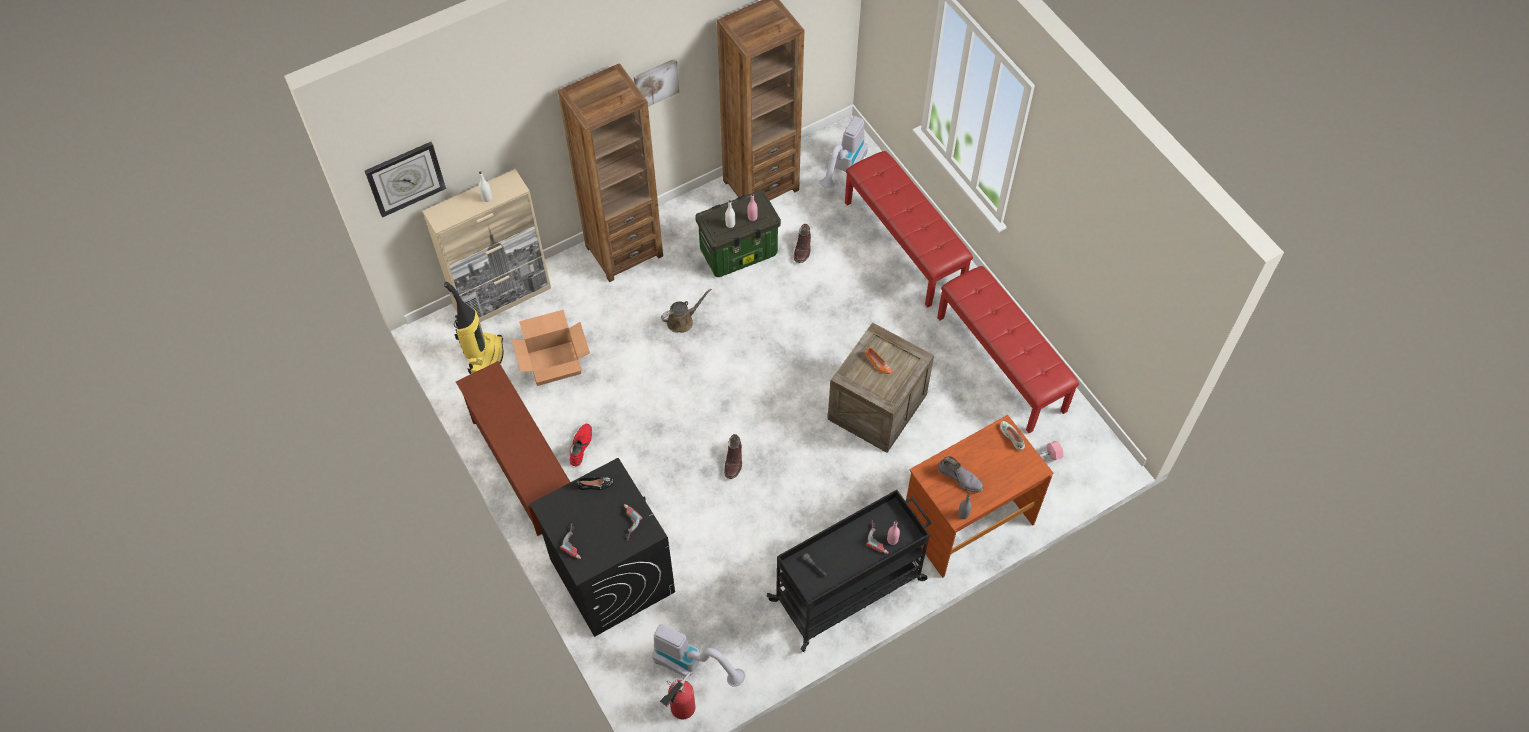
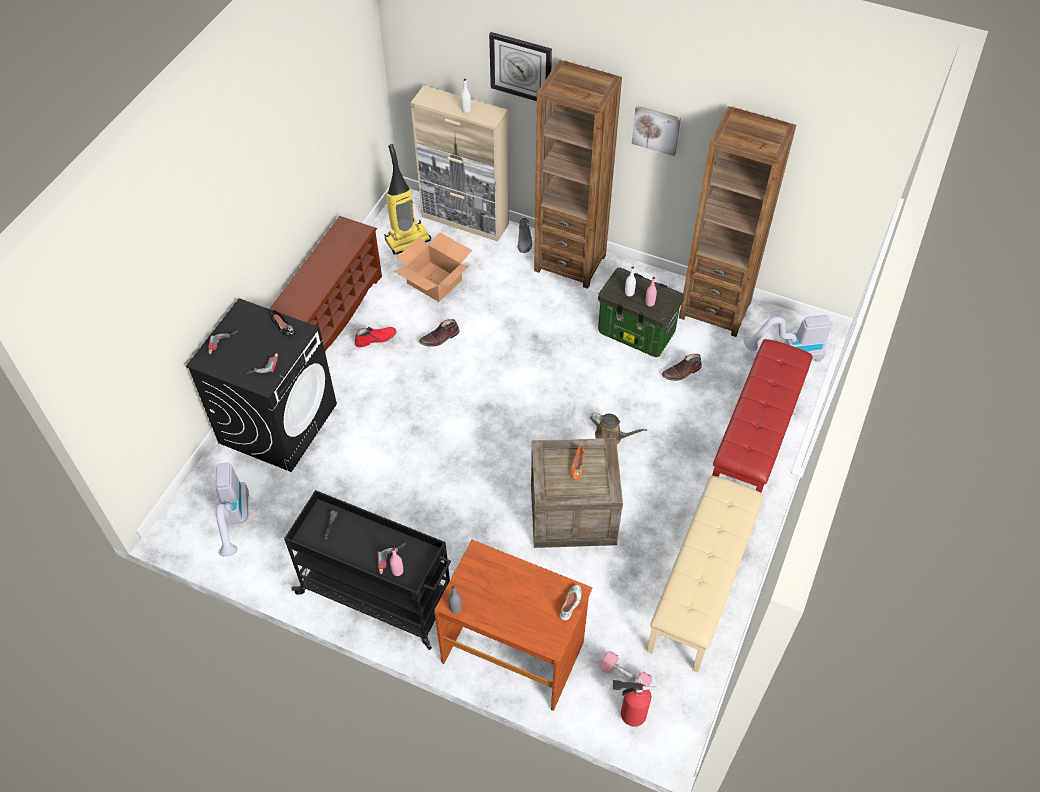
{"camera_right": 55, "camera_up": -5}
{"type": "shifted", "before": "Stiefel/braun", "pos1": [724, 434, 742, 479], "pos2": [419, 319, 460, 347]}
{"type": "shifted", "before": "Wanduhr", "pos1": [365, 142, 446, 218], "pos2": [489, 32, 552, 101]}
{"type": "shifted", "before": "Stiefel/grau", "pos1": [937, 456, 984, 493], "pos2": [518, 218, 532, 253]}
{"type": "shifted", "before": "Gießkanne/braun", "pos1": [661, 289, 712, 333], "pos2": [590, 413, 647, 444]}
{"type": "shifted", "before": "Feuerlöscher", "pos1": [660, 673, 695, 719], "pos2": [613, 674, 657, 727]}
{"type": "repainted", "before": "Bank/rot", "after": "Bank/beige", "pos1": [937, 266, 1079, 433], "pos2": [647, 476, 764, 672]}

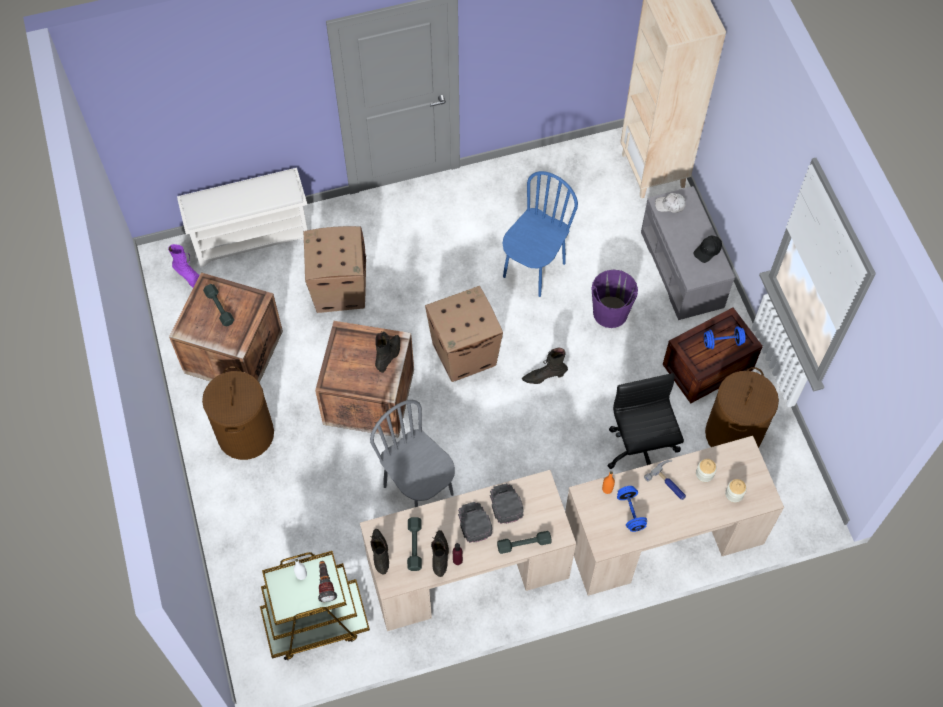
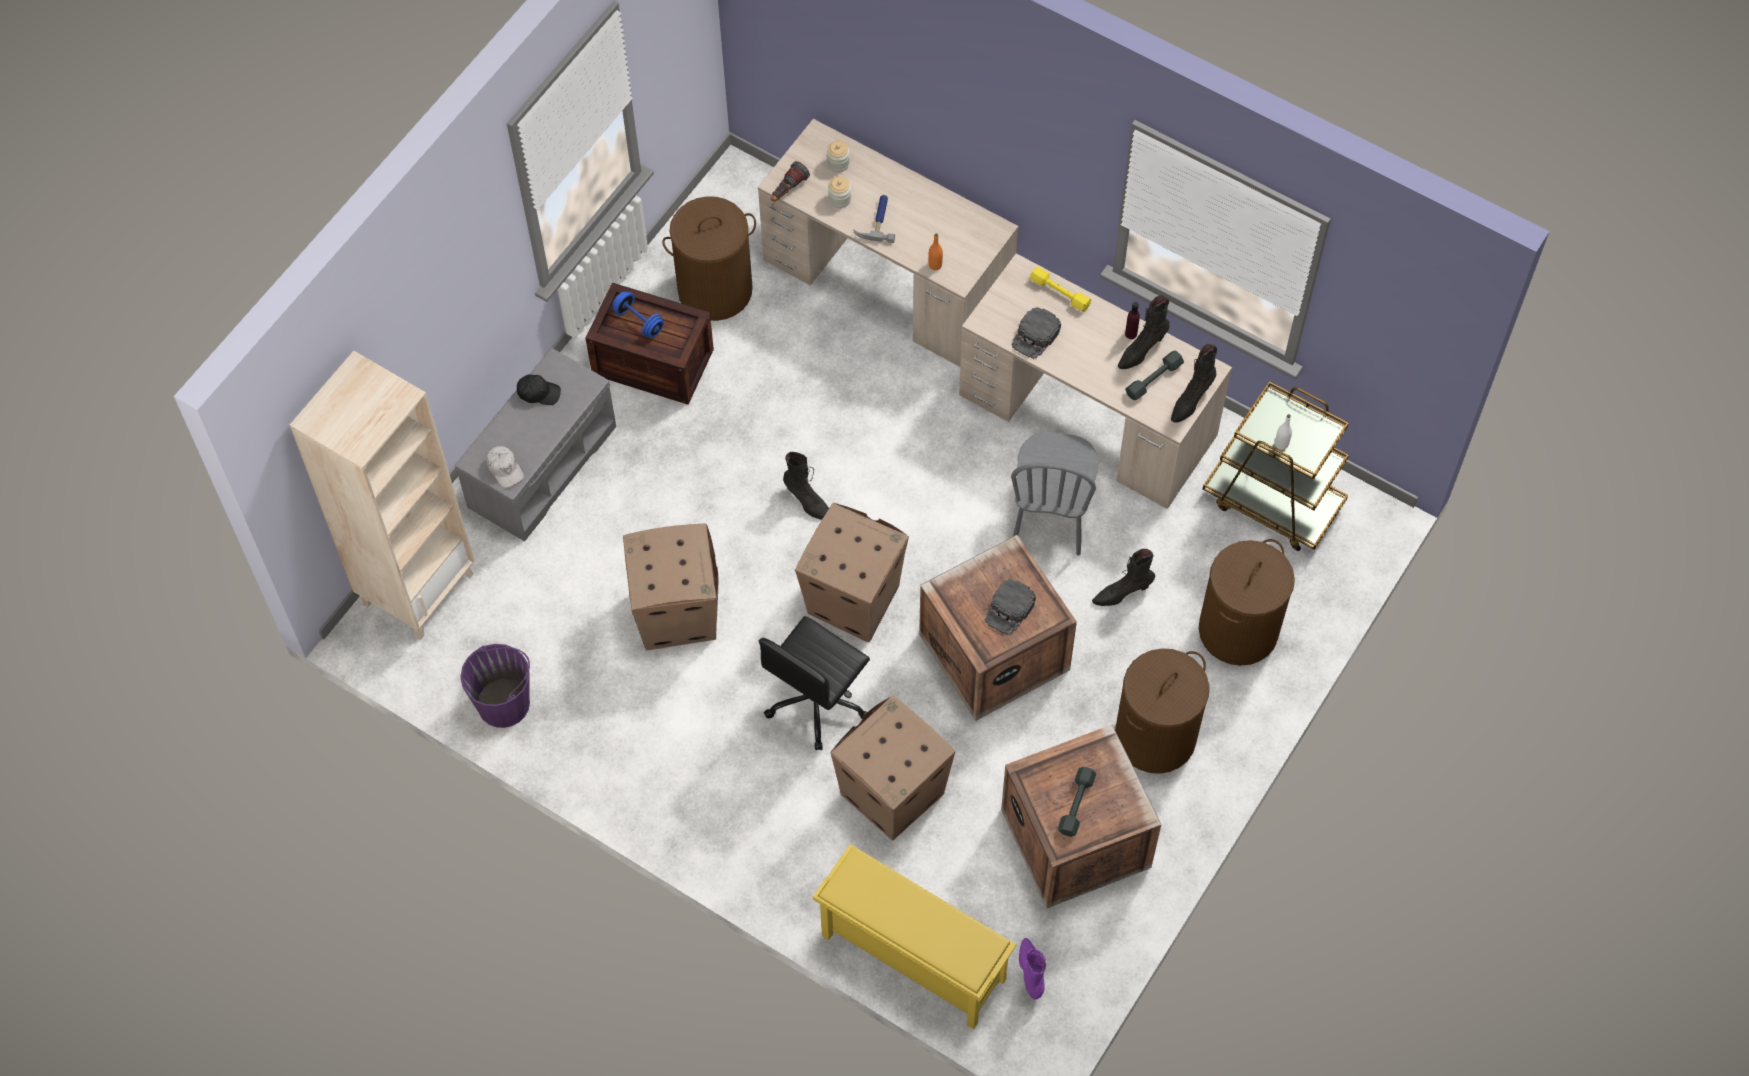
{"camera_right": -130, "camera_up": 0}
{"type": "shifted", "before": "Eimer/lila", "pos1": [591, 270, 638, 328], "pos2": [461, 644, 530, 728]}
{"type": "swapped", "before": "Stuhl/blau", "after": "Karton", "pos1": [502, 171, 578, 297], "pos2": [623, 523, 718, 650]}
{"type": "shifted", "before": "Bürostuhl/schwarz", "pos1": [607, 373, 684, 469], "pos2": [759, 616, 870, 750]}
{"type": "shifted", "before": "Taschenlampe", "pos1": [318, 561, 337, 602], "pos2": [771, 161, 810, 202]}
{"type": "repainted", "before": "Schuhregal/weiß", "after": "Schuhregal/gelb", "pos1": [177, 168, 308, 267], "pos2": [812, 844, 1016, 1029]}
{"type": "shifted", "before": "Kappe/schwarz", "pos1": [458, 502, 492, 543], "pos2": [985, 579, 1036, 635]}
{"type": "repainted", "before": "Hantel/grau", "after": "Hantel/gelb", "pos1": [497, 531, 552, 554], "pos2": [1030, 266, 1091, 312]}
{"type": "shifted", "before": "Stiefel/schwarz", "pos1": [375, 331, 400, 373], "pos2": [1092, 549, 1155, 606]}
{"type": "new", "after": "Wäschekorb/braun", "pos2": [1199, 539, 1295, 666]}
{"type": "gone", "before": "Hantel/blau", "pos1": [617, 486, 647, 532]}

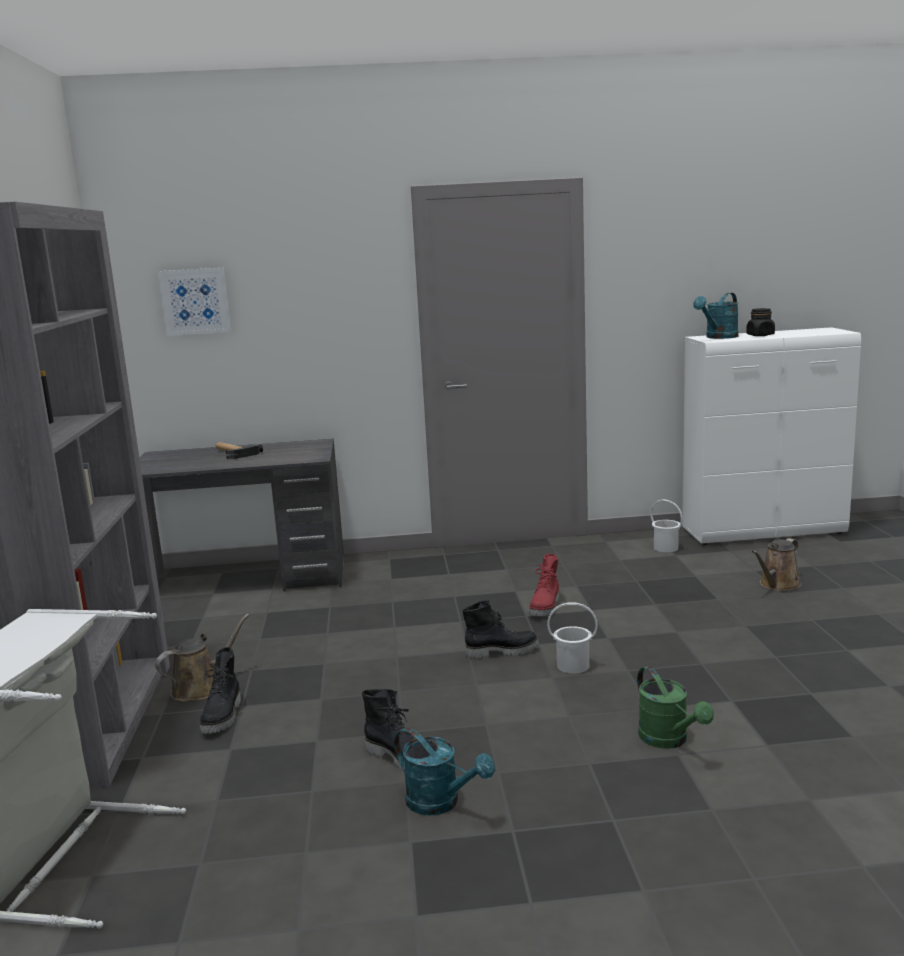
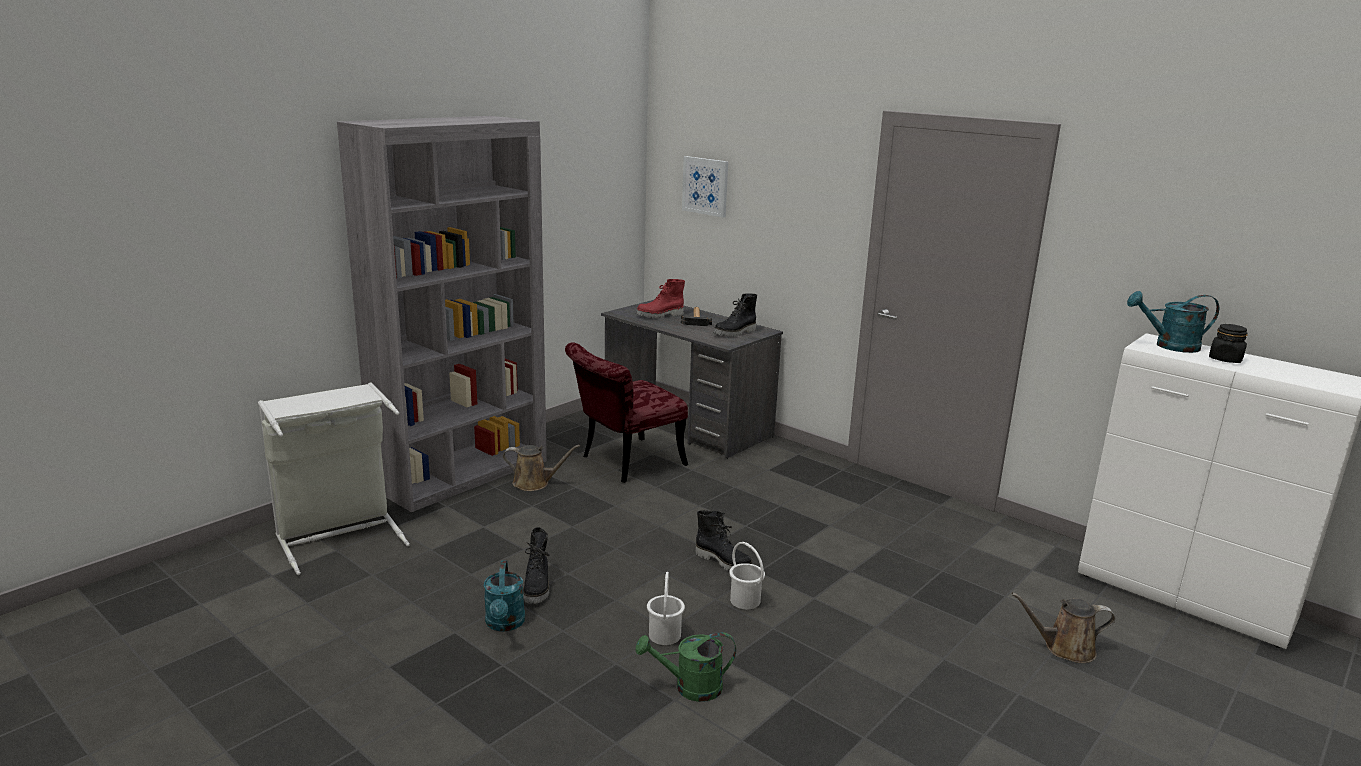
{"camera_right": 45, "camera_up": 5}
{"type": "new", "after": "Stuhl/rot", "pos2": [565, 342, 688, 483]}
{"type": "rotated", "before": "Gießkanne/grün", "pos1": [637, 666, 714, 749], "pos2": [635, 632, 736, 702], "turn": 60}
{"type": "shifted", "before": "Stiefel/rot", "pos1": [529, 554, 559, 616], "pos2": [636, 279, 685, 318]}
{"type": "shifted", "before": "Eimer/weiß", "pos1": [650, 499, 683, 552], "pos2": [647, 572, 685, 645]}
{"type": "shifted", "before": "Stiefel/schwarz", "pos1": [200, 647, 241, 733], "pos2": [713, 293, 757, 337]}

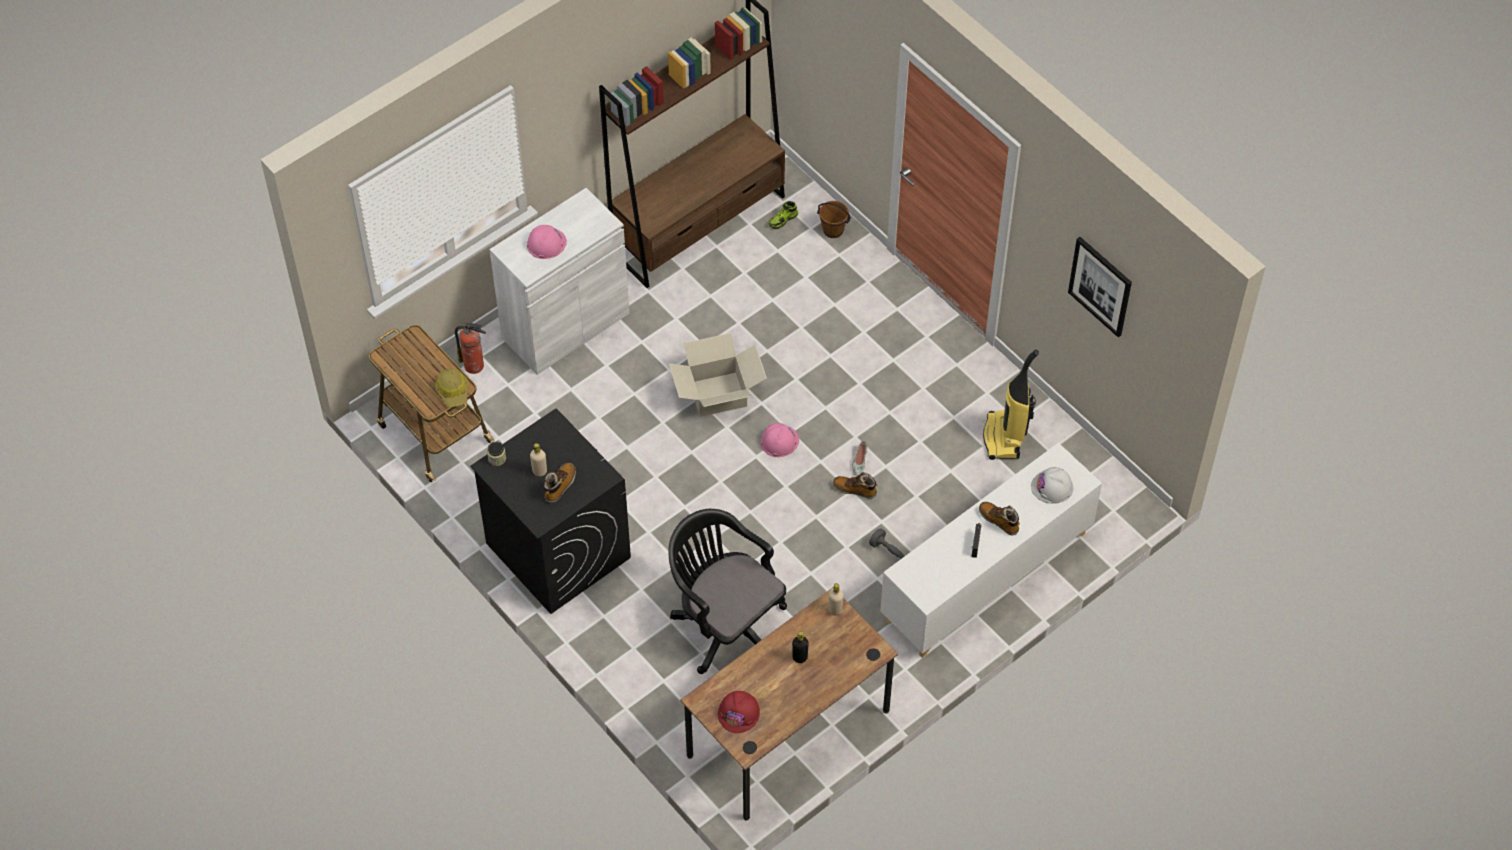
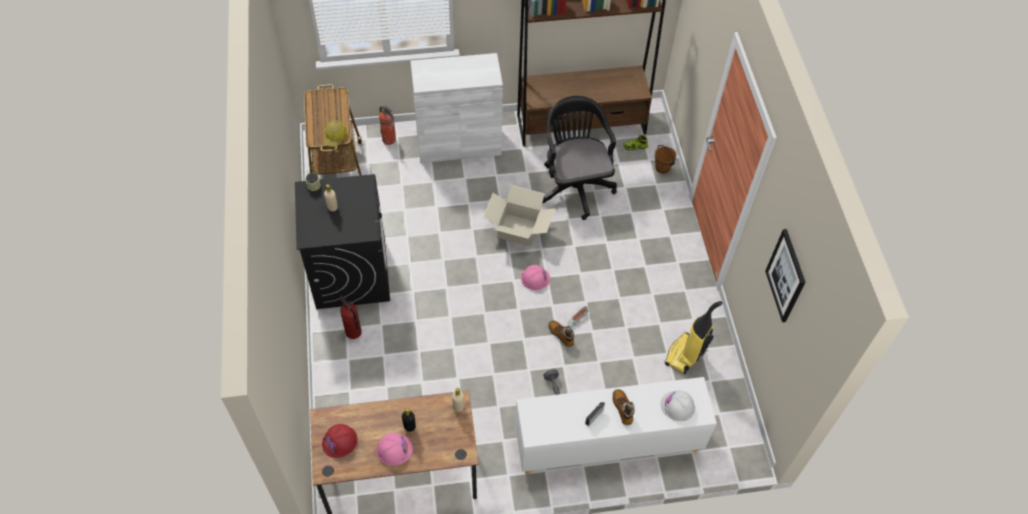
{"camera_right": 30, "camera_up": 0}
{"type": "new", "after": "Feuerlöscher", "pos2": [340, 296, 362, 339]}
{"type": "shifted", "before": "Schutzhelm/rosa", "pos1": [527, 225, 567, 259], "pos2": [376, 433, 413, 466]}
{"type": "shifted", "before": "Bürostuhl/schwarz", "pos1": [668, 509, 787, 674], "pos2": [542, 96, 617, 220]}
{"type": "gone", "before": "Stiefel", "pos1": [544, 463, 576, 503]}

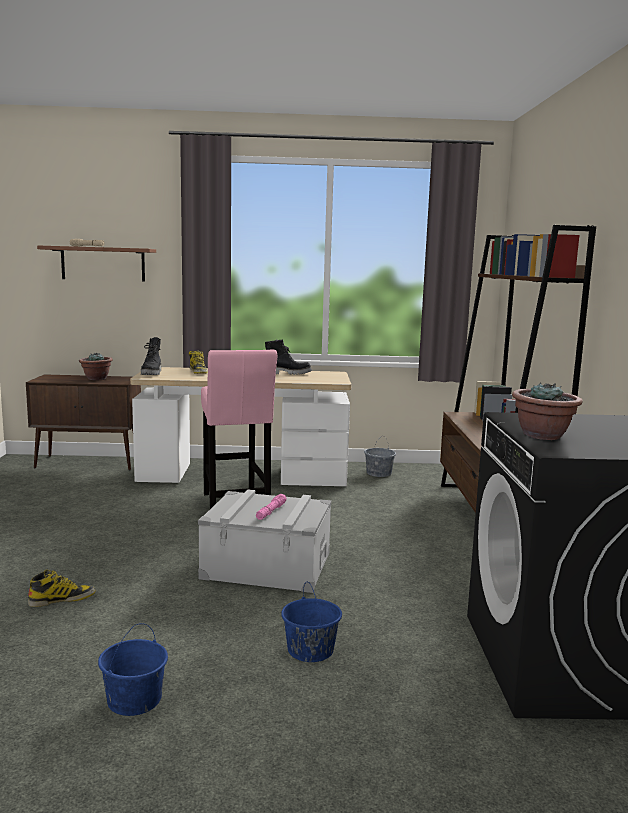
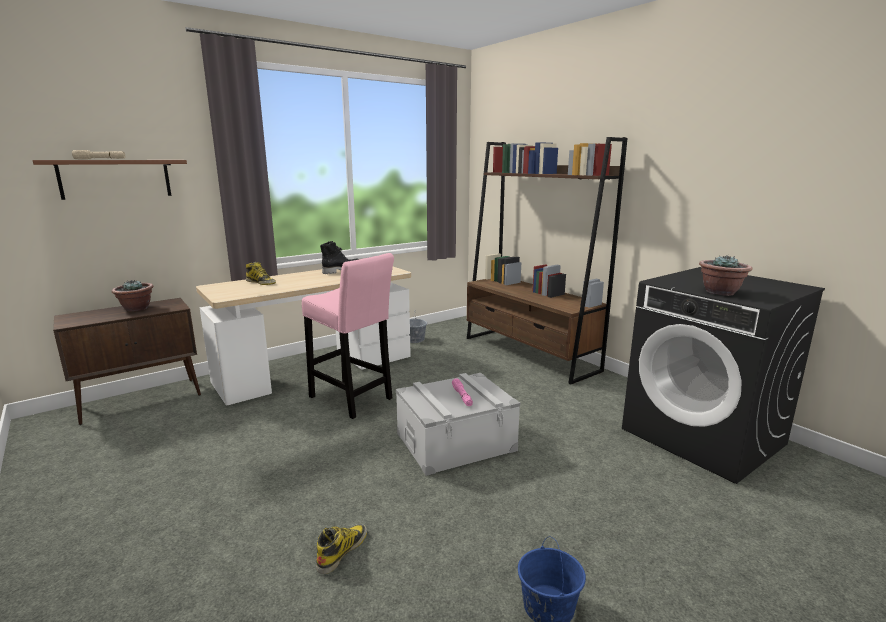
{"camera_right": -35, "camera_up": 5}
{"type": "gone", "before": "Stiefel/schwarz", "pos1": [141, 337, 161, 375]}
{"type": "gone", "before": "Eimer/blau", "pos1": [281, 582, 342, 662]}

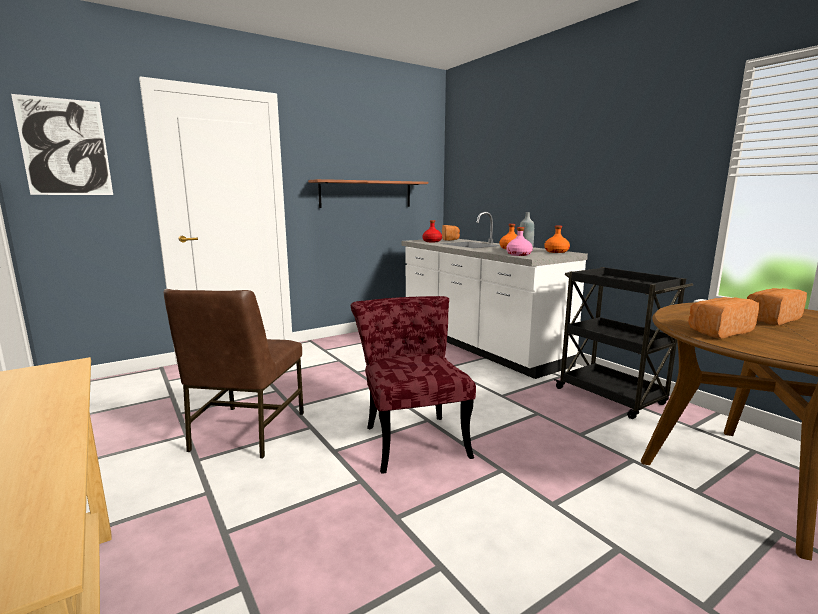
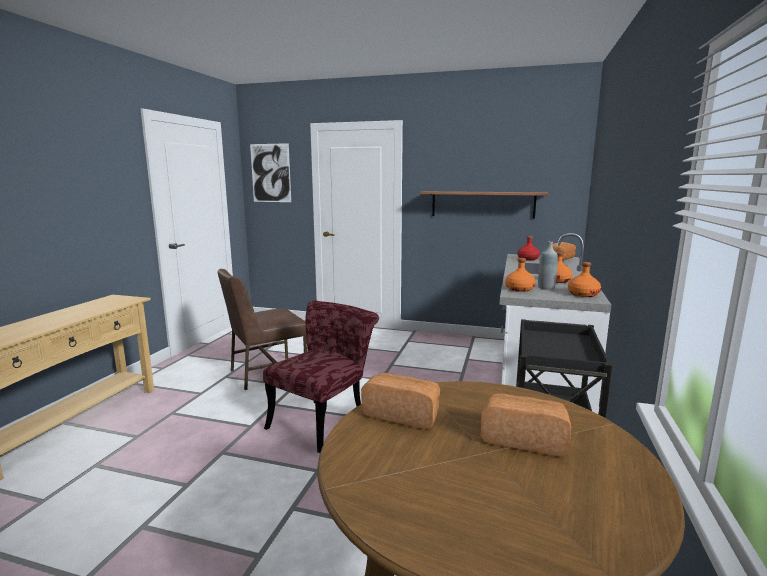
{"camera_right": 50, "camera_up": 0}
{"type": "repainted", "before": "Flasche/rosa", "after": "Flasche/orange", "pos1": [506, 227, 533, 256], "pos2": [505, 258, 536, 292]}

